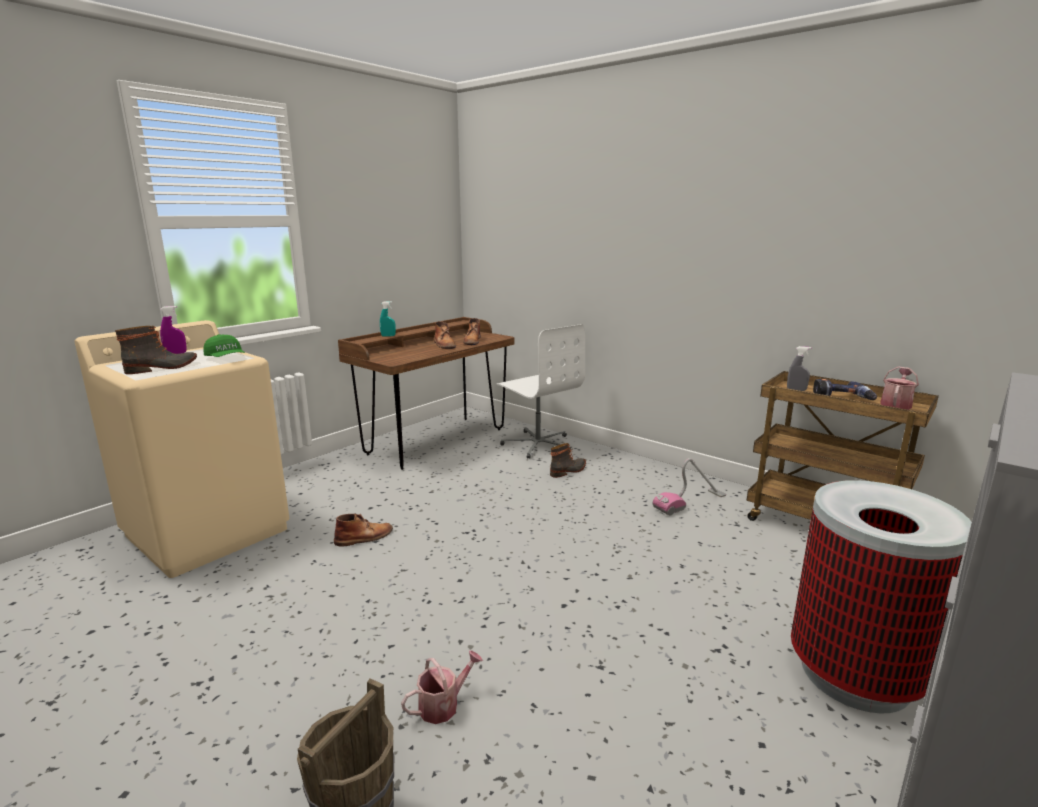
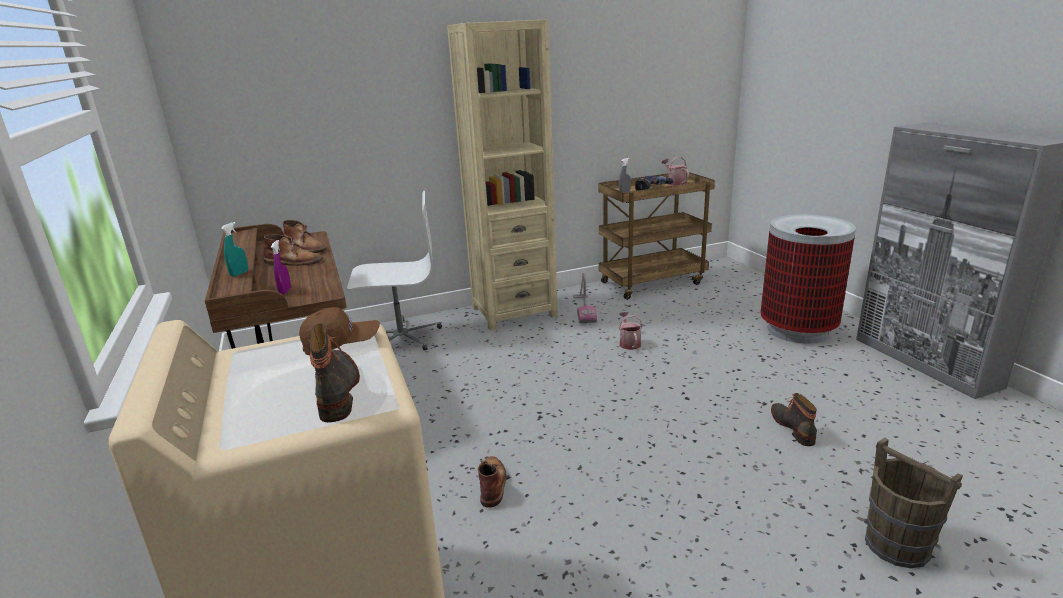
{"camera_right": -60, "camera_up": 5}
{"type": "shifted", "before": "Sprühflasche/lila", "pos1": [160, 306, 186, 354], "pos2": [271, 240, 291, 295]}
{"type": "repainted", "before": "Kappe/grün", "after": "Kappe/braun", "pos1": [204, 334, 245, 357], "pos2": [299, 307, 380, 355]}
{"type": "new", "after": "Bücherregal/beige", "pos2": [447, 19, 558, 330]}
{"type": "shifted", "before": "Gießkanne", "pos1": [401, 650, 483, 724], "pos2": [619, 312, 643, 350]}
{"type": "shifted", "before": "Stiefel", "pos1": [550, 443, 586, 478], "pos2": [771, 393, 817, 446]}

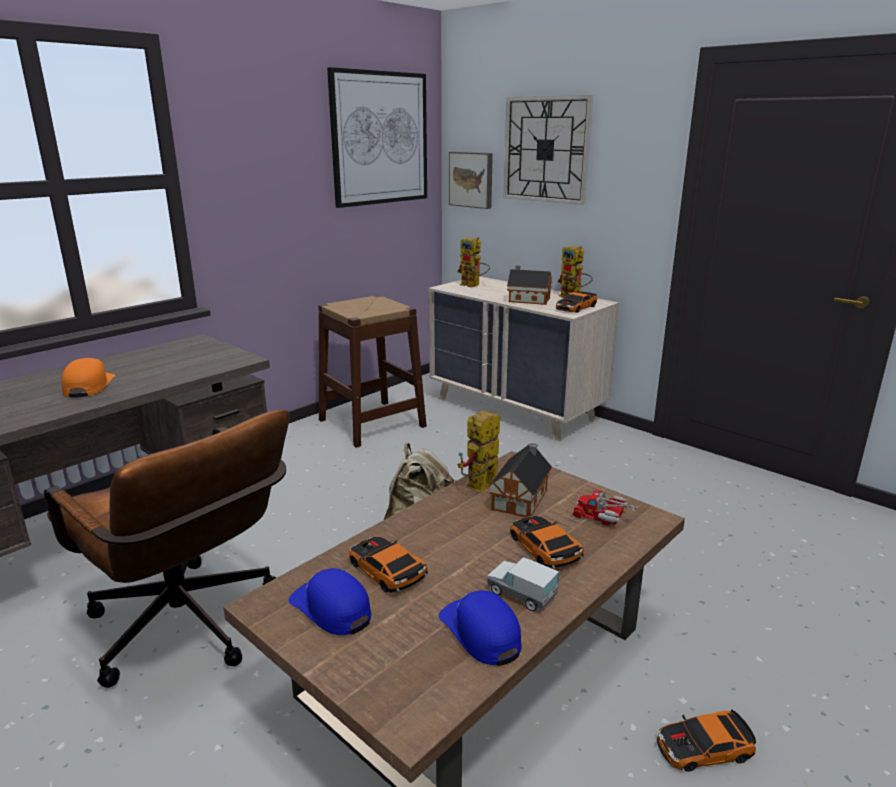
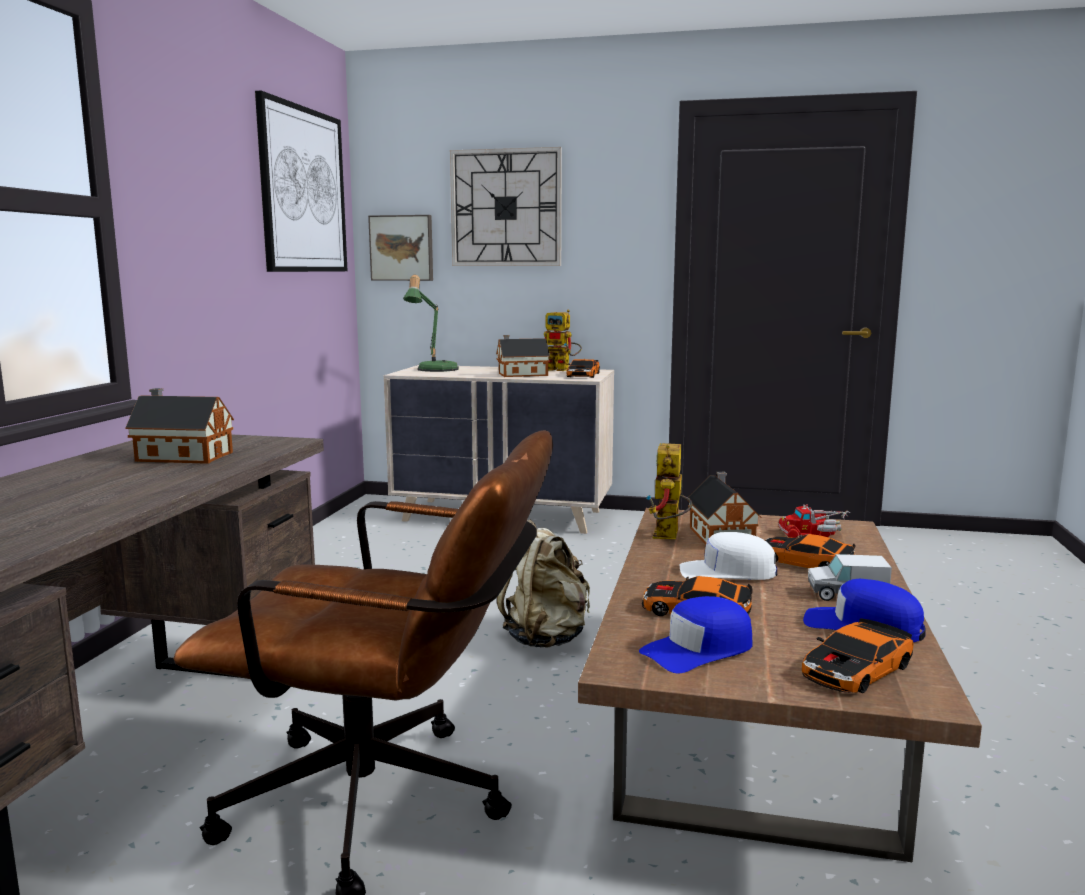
{"camera_right": -30, "camera_up": -10}
{"type": "new", "after": "Spielzeughaus", "pos2": [125, 388, 234, 464]}
{"type": "swapped", "before": "Spielzeugroboter", "after": "Tischlampe", "pos1": [457, 237, 490, 287], "pos2": [403, 275, 459, 372]}
{"type": "rotated", "before": "Kappe/blau", "pos1": [288, 568, 371, 635], "pos2": [639, 596, 752, 673], "turn": -45}
{"type": "new", "after": "Kappe/weiß", "pos2": [680, 532, 777, 580]}
{"type": "shifted", "before": "Spielzeugauto", "pos1": [657, 710, 756, 772], "pos2": [802, 618, 914, 693]}
{"type": "gone", "before": "Kappe/orange", "pos1": [61, 358, 116, 397]}
{"type": "gone", "before": "Hocker/braun", "pos1": [318, 295, 427, 448]}

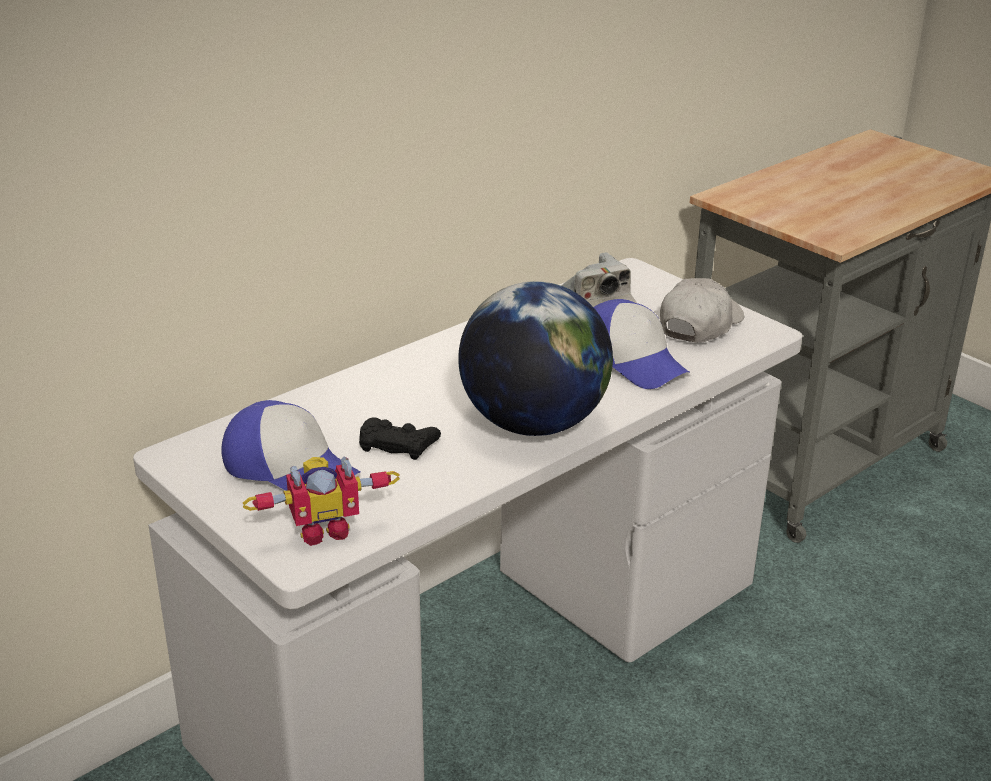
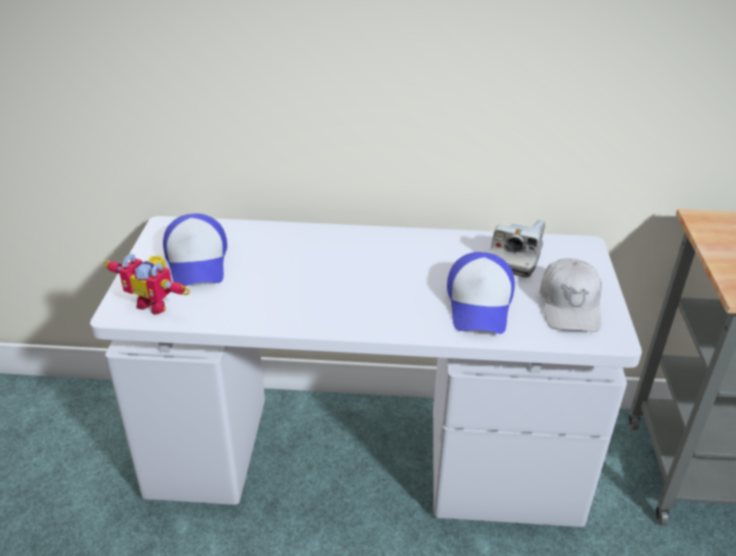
{"camera_right": 45, "camera_up": 5}
{"type": "rotated", "before": "Kappe/weiß", "pos1": [660, 278, 744, 343], "pos2": [539, 258, 602, 332], "turn": 105}
{"type": "gone", "before": "Gamepad/schwarz", "pos1": [359, 417, 441, 460]}
{"type": "gone", "before": "Globus", "pos1": [458, 281, 613, 436]}

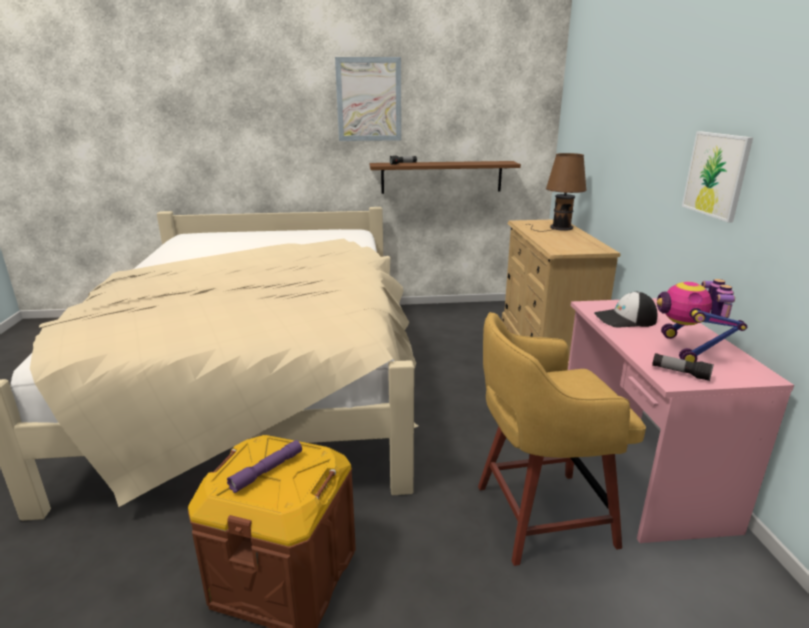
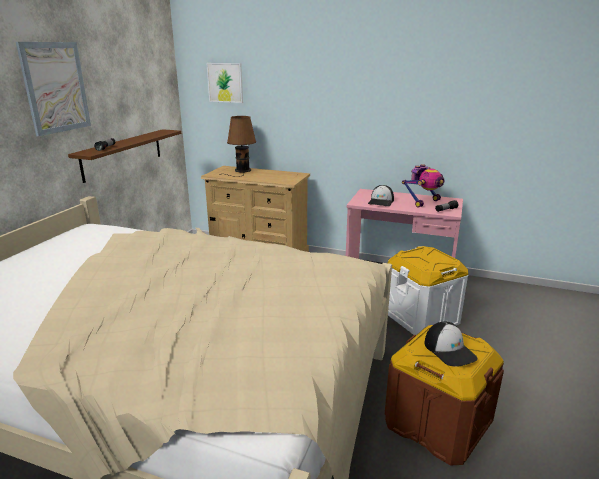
{"camera_right": -65, "camera_up": 0}
{"type": "shifted", "before": "Bild", "pos1": [682, 131, 753, 222], "pos2": [206, 63, 243, 103]}
{"type": "swapped", "before": "Hocker/gelb", "after": "Aufbewahrungsbox/weiß", "pos1": [478, 312, 646, 566], "pos2": [388, 246, 468, 335]}
{"type": "rotated", "before": "Spielzeugroboter", "pos1": [657, 279, 747, 363], "pos2": [402, 164, 445, 208], "turn": -75}
{"type": "swapped", "before": "Taschenlampe/lila", "after": "Kappe", "pos1": [227, 440, 302, 493], "pos2": [424, 322, 478, 367]}

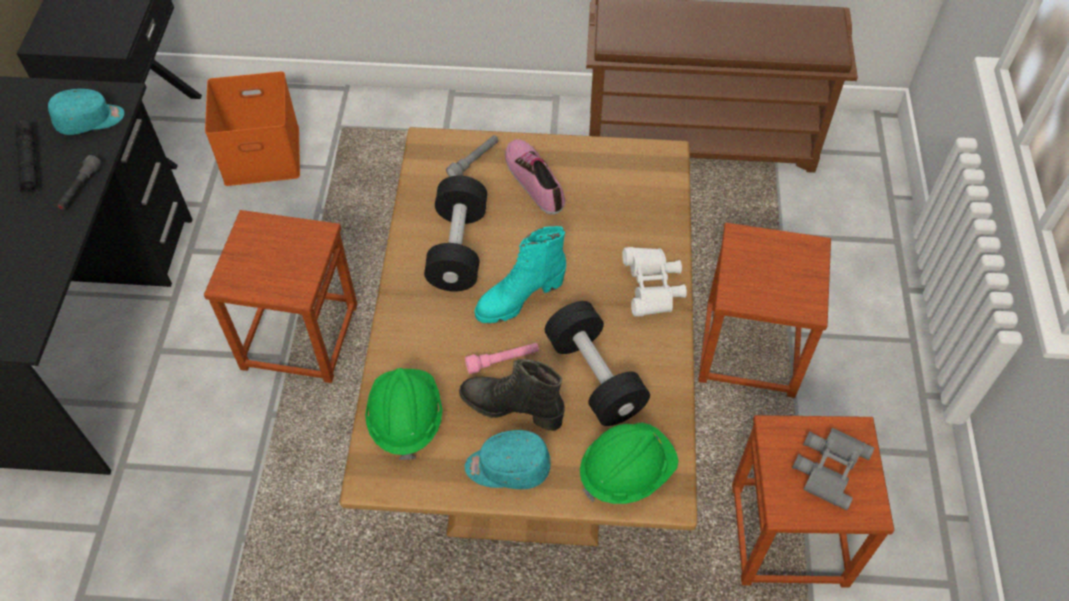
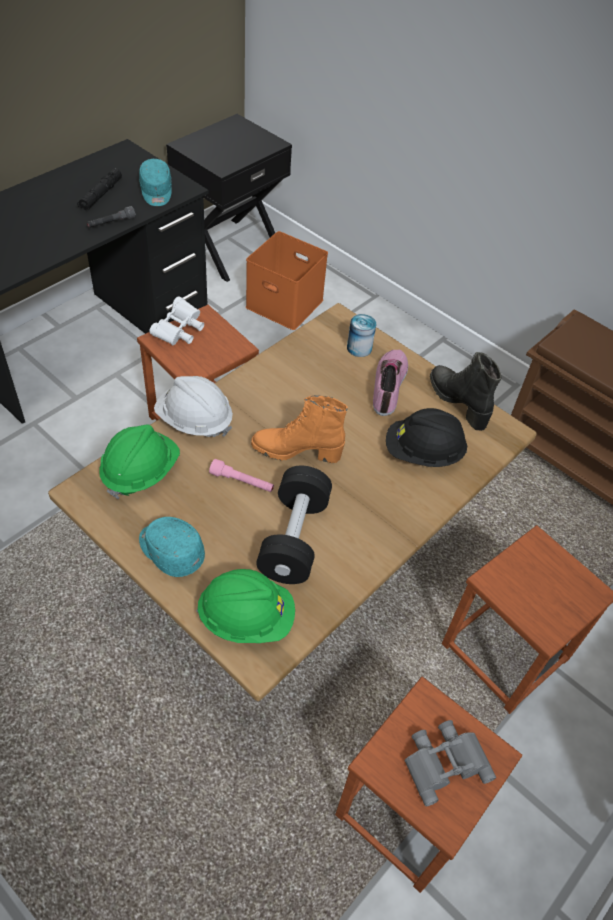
{"camera_right": 35, "camera_up": -5}
{"type": "rotated", "before": "Kappe/türkis", "pos1": [48, 89, 124, 135], "pos2": [139, 159, 172, 206], "turn": 60}
{"type": "shifted", "before": "Fernglas/weiß", "pos1": [622, 247, 687, 317], "pos2": [149, 297, 204, 345]}
{"type": "new", "after": "Schutzhelm/weiß", "pos2": [154, 376, 233, 437]}
{"type": "repainted", "before": "Stiefel/türkis", "after": "Stiefel/orange", "pos1": [475, 226, 566, 324], "pos2": [251, 395, 348, 463]}
{"type": "swapped", "before": "Taschenlampe/grau", "after": "Dose", "pos1": [446, 135, 499, 177], "pos2": [347, 314, 376, 357]}
{"type": "new", "after": "Schutzhelm/schwarz", "pos2": [386, 408, 467, 467]}
{"type": "shifted", "before": "Stiefel/schwarz", "pos1": [459, 359, 565, 431], "pos2": [430, 352, 501, 431]}
{"type": "gone", "before": "Hantel/schwarz", "pos1": [424, 176, 487, 291]}

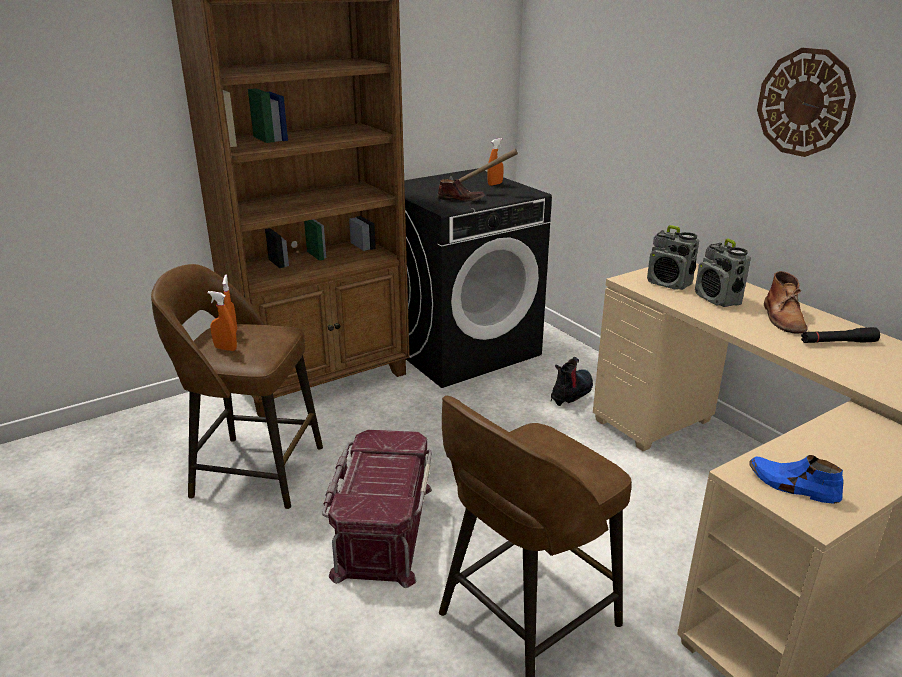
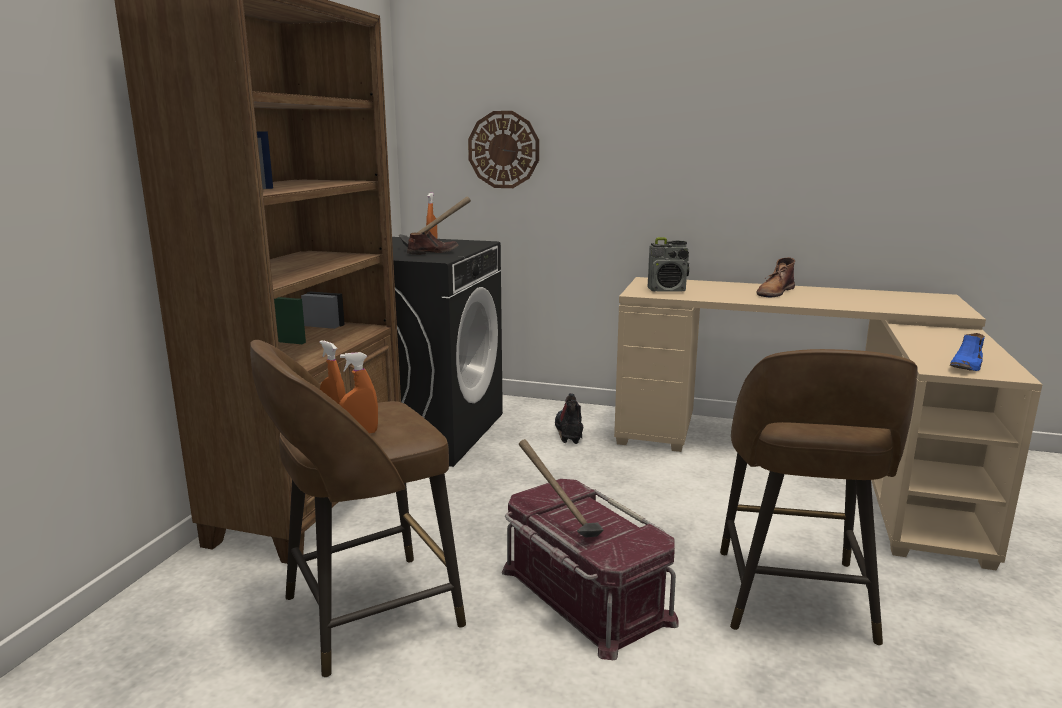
{"camera_right": -40, "camera_up": -10}
{"type": "shifted", "before": "Wanduhr", "pos1": [757, 48, 856, 157], "pos2": [468, 111, 539, 188]}
{"type": "new", "after": "Hammer", "pos2": [519, 439, 603, 538]}
{"type": "rotated", "before": "Stiefel/braun", "pos1": [764, 271, 807, 334], "pos2": [756, 257, 795, 298], "turn": 75}
{"type": "rotated", "before": "Schuh/blau", "pos1": [749, 455, 843, 504], "pos2": [950, 333, 985, 371], "turn": -45}
{"type": "gone", "before": "Radio", "pos1": [695, 238, 751, 307]}
{"type": "gone", "before": "Taschenlampe/schwarz", "pos1": [801, 327, 880, 343]}

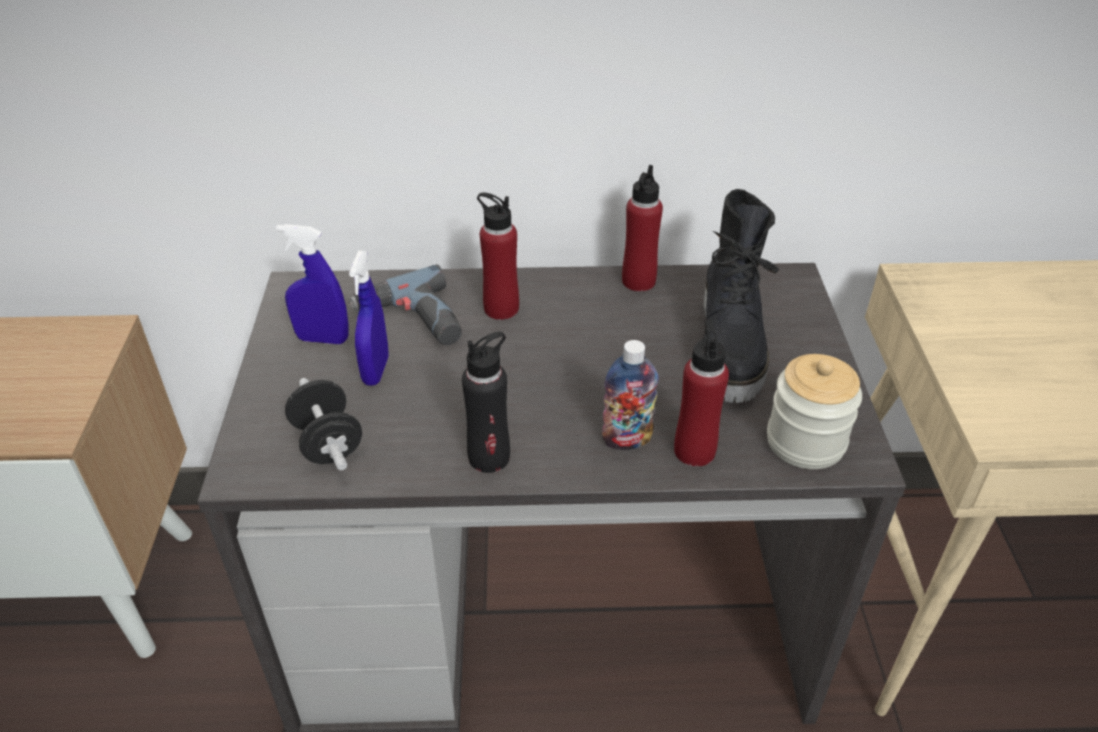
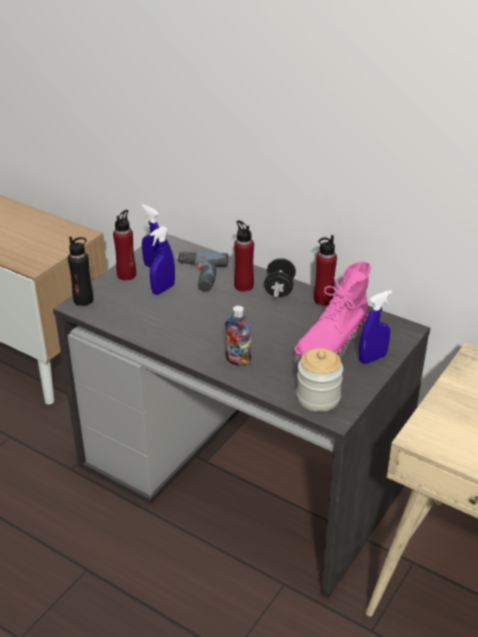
{"camera_right": 35, "camera_up": -5}
{"type": "shifted", "before": "Flasche/schwarz", "pos1": [462, 332, 510, 473], "pos2": [68, 236, 93, 306]}
{"type": "shifted", "before": "Flasche/rot", "pos1": [674, 319, 729, 467], "pos2": [113, 210, 136, 281]}
{"type": "shifted", "before": "Hantel/schwarz", "pos1": [285, 378, 362, 471], "pos2": [264, 258, 296, 297]}
{"type": "repainted", "before": "Stiefel/schwarz", "after": "Stiefel/rosa", "pos1": [703, 189, 779, 403], "pos2": [293, 262, 371, 365]}
{"type": "new", "after": "Sprühflasche/blau", "pos2": [359, 290, 392, 364]}

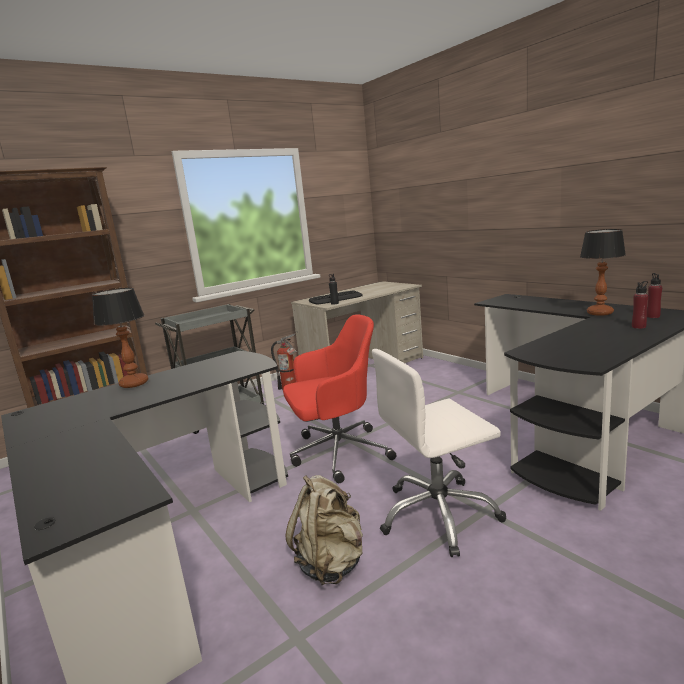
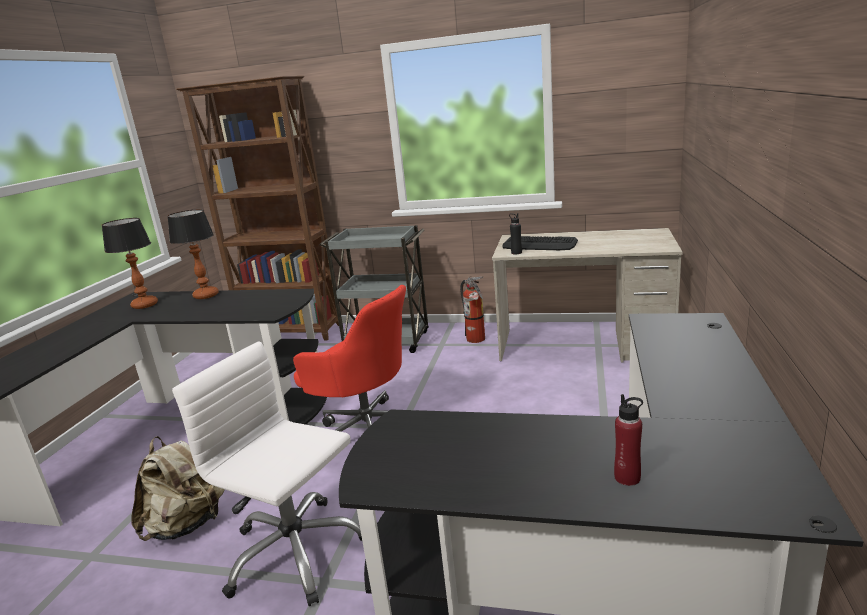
{"camera_right": 50, "camera_up": 5}
{"type": "shifted", "before": "Tischlampe", "pos1": [580, 229, 626, 316], "pos2": [102, 218, 158, 309]}
{"type": "gone", "before": "Flasche/rot", "pos1": [647, 273, 662, 318]}

